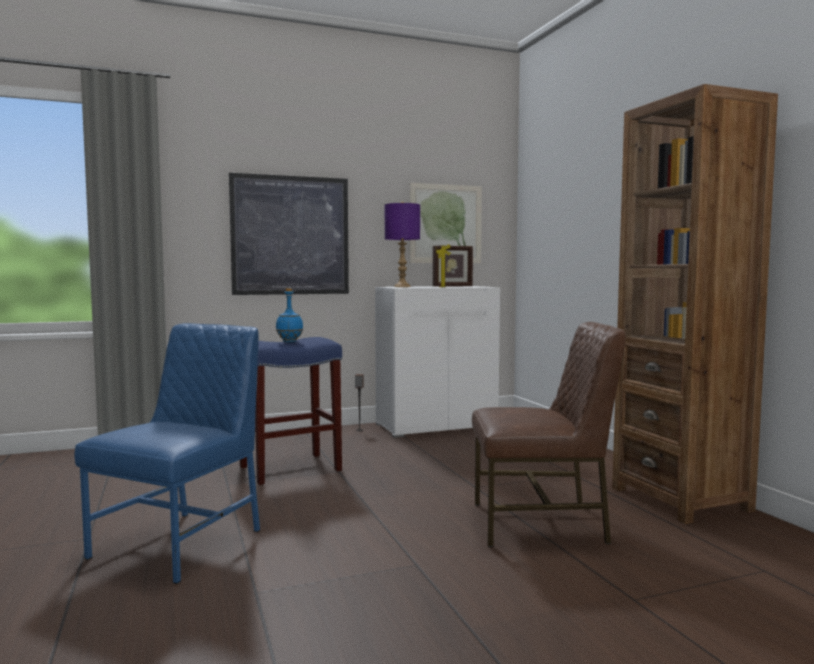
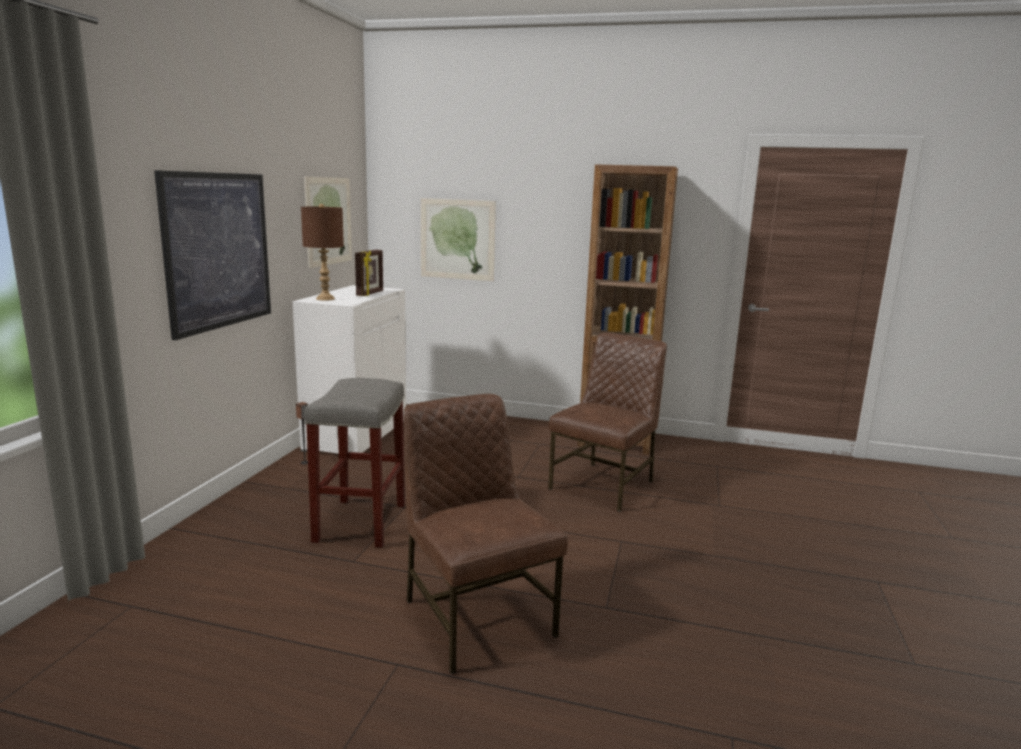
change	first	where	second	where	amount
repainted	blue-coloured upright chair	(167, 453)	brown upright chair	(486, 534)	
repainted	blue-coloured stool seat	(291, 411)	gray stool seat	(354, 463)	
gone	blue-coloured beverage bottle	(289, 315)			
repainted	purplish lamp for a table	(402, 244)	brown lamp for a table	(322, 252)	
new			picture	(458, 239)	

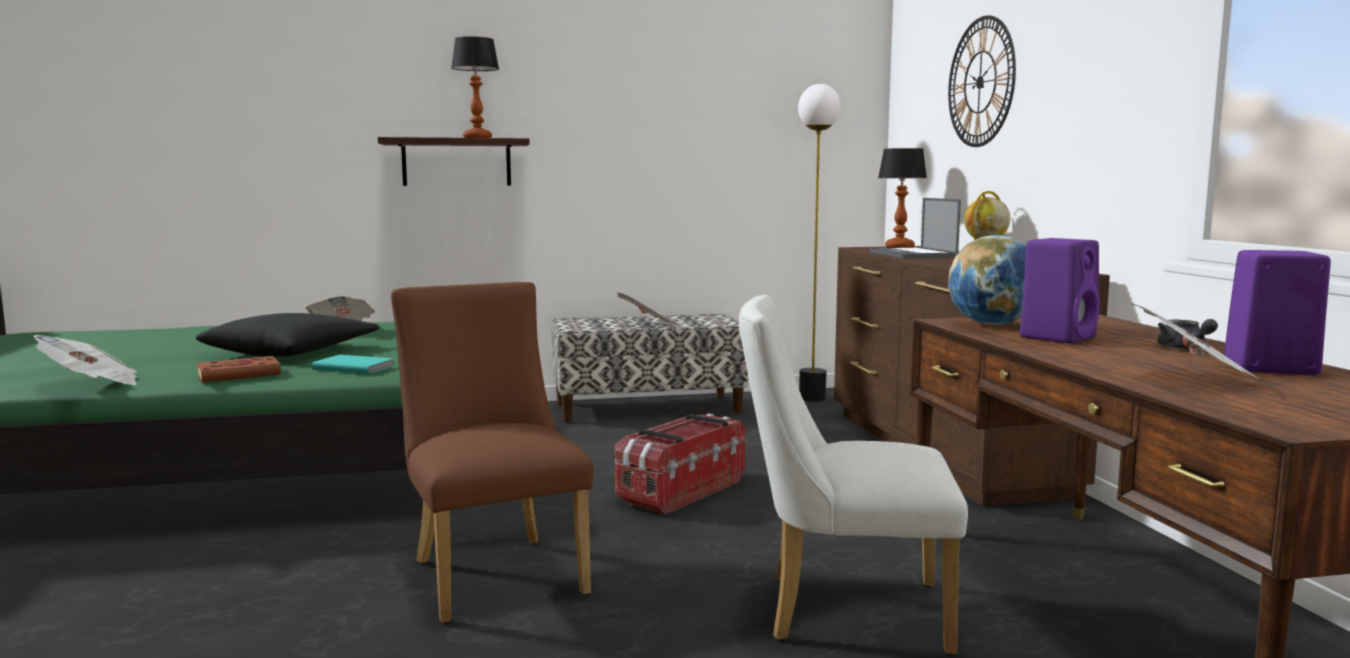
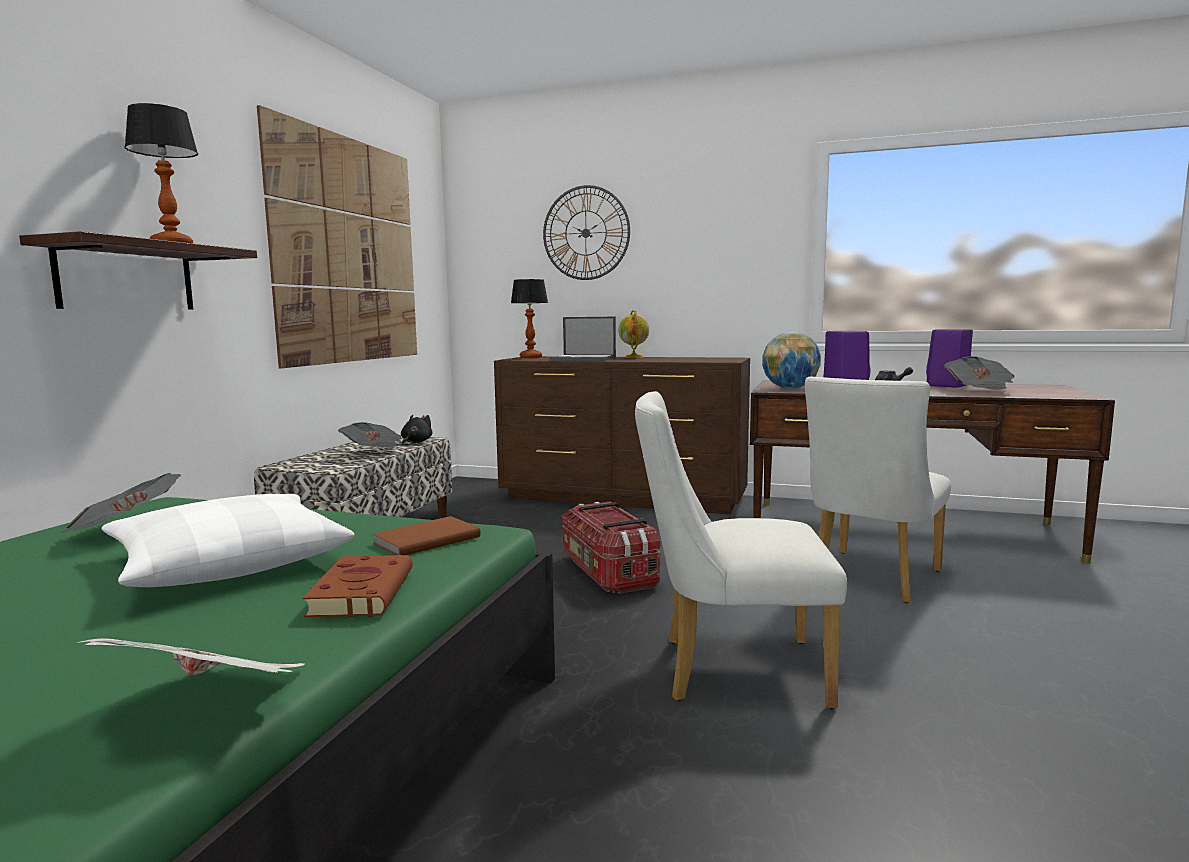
change	first	where	second	where	amount
repainted	black pillow	(288, 335)	whitish pillow	(228, 540)	
repainted	turquoise volume	(353, 364)	brown volume	(426, 535)	
repainted	brown upright chair	(492, 452)	whitish upright chair	(741, 550)	
gone	floor lamp	(819, 243)			
new			picture	(337, 236)	
new			black soft toy	(417, 429)	

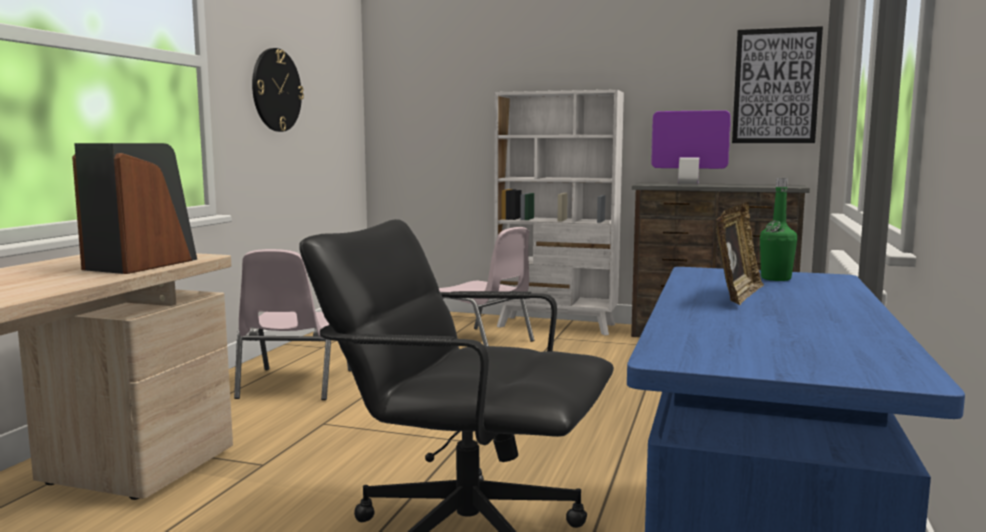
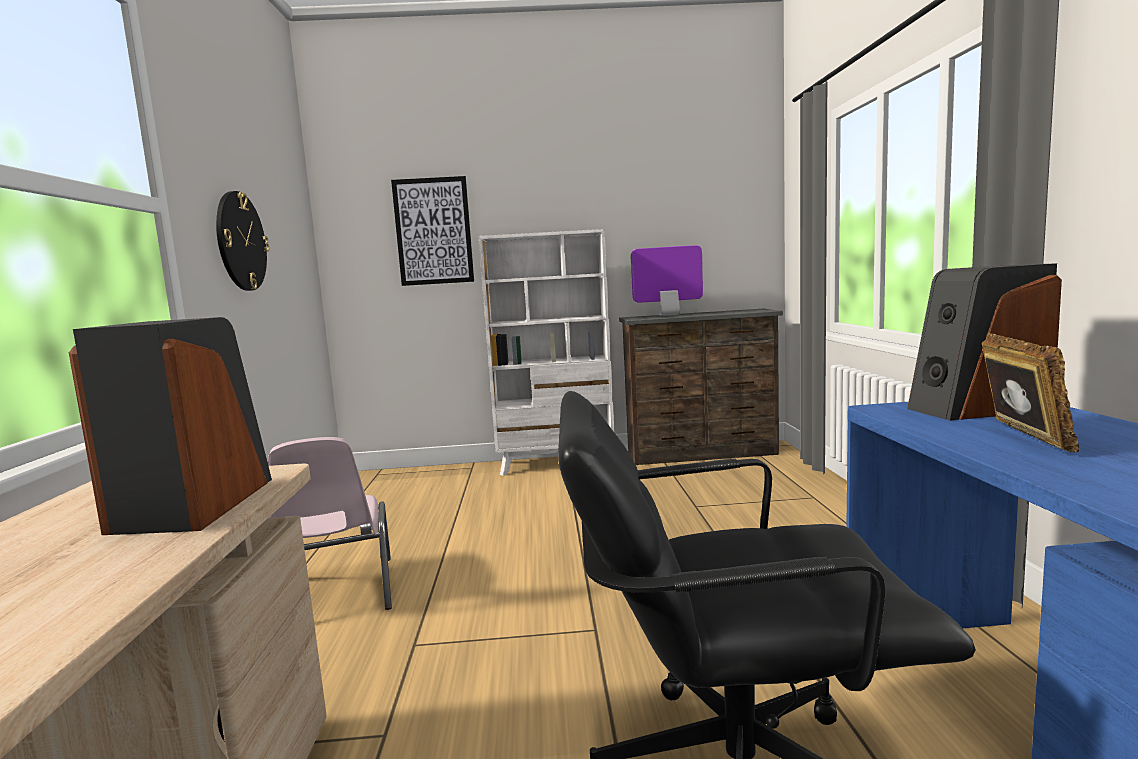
change	first	where	second	where	amount
gone	pink upright chair	(486, 286)			
shifted	picture	(777, 84)		(432, 231)	
swapped	green beverage bottle	(778, 229)	audio speaker	(984, 342)	

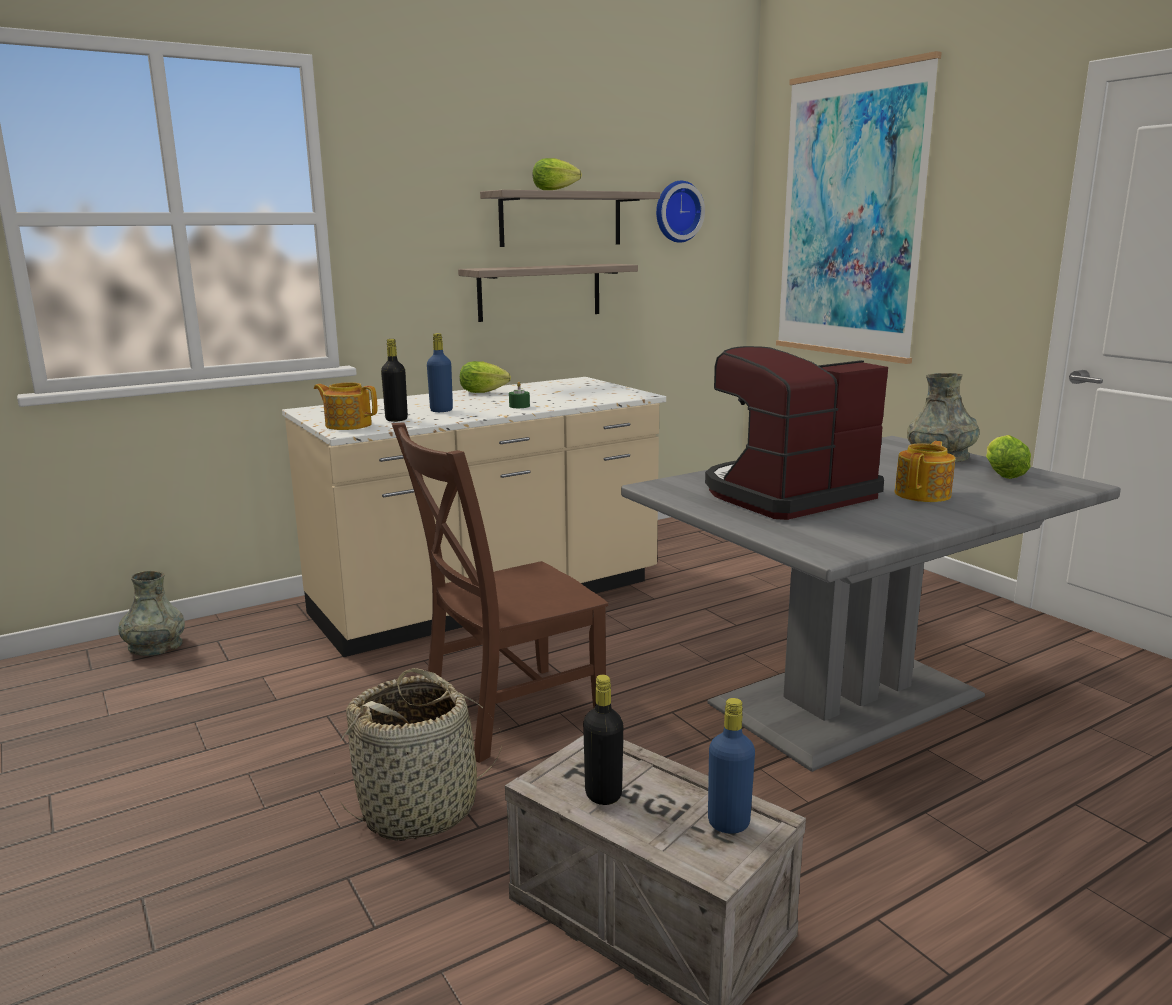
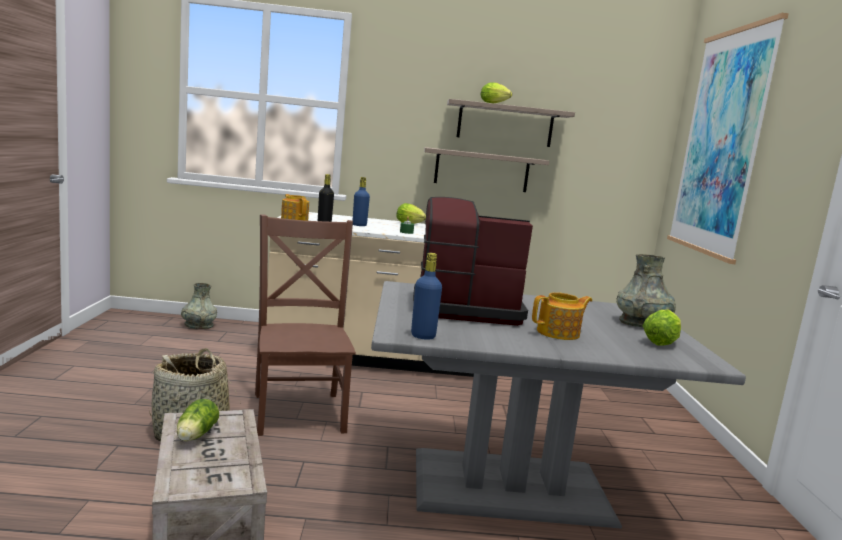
change	first	where	second	where	amount
rotated	brown upright chair	(500, 592)		(305, 325)	75 degrees clockwise
swapped	black beverage bottle	(603, 740)	lettuce head	(198, 420)	
gone	wall clock	(680, 212)			
shifted	blue-coloured beverage bottle	(731, 766)		(426, 296)	

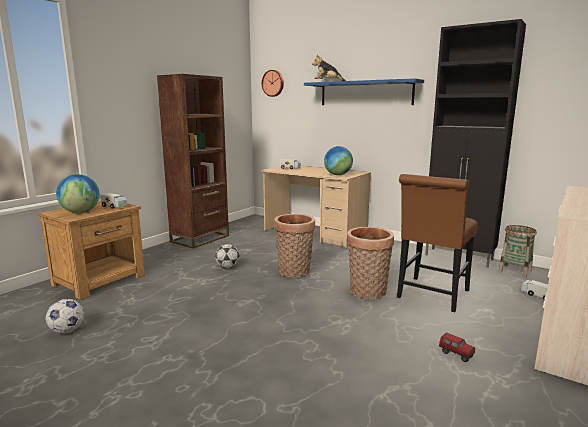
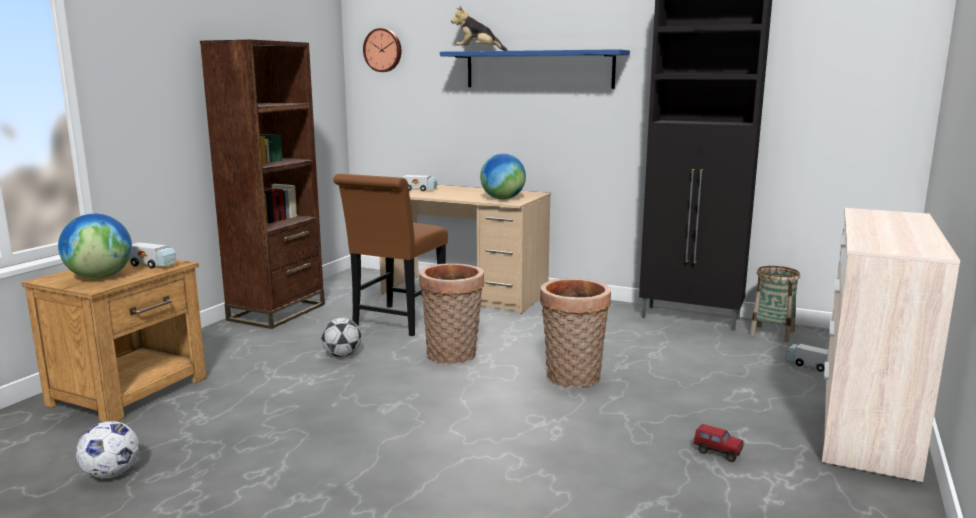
change	first	where	second	where	amount
shifted	brown upright chair	(437, 243)		(390, 255)	

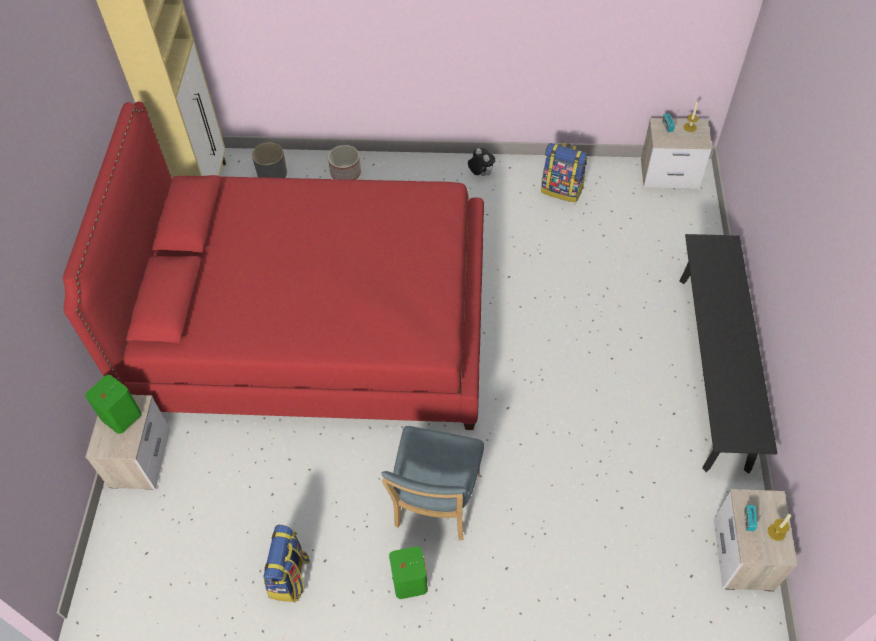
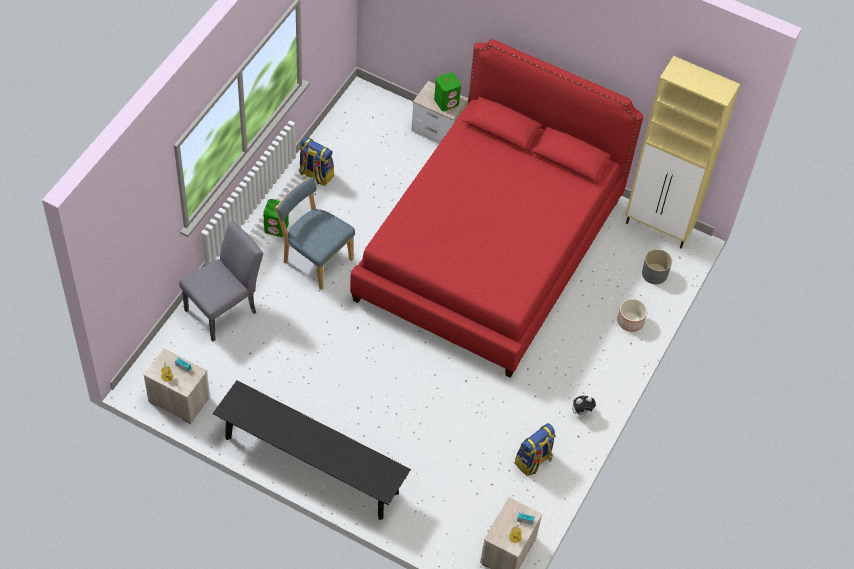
change	first	where	second	where	amount
new			gray upright chair	(221, 281)	

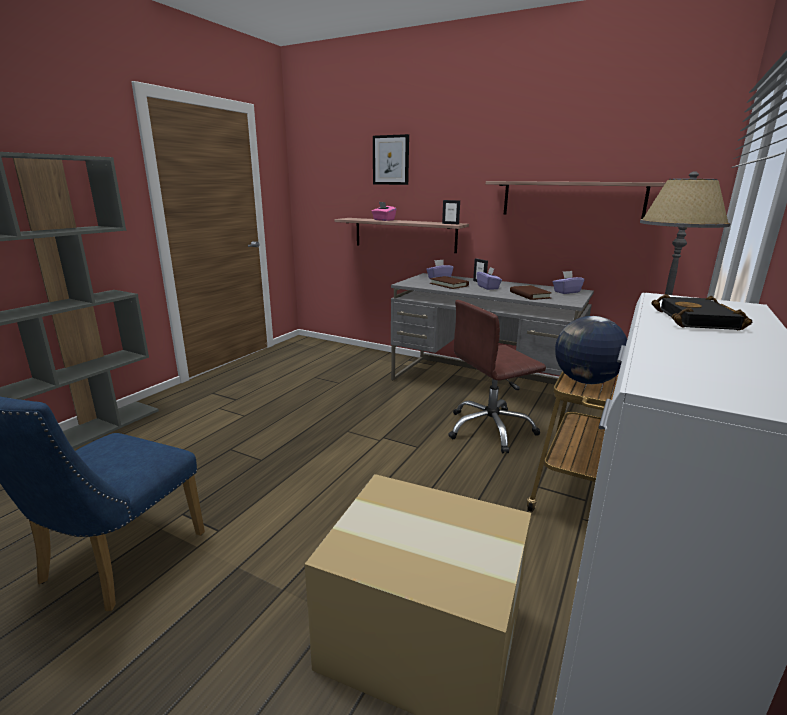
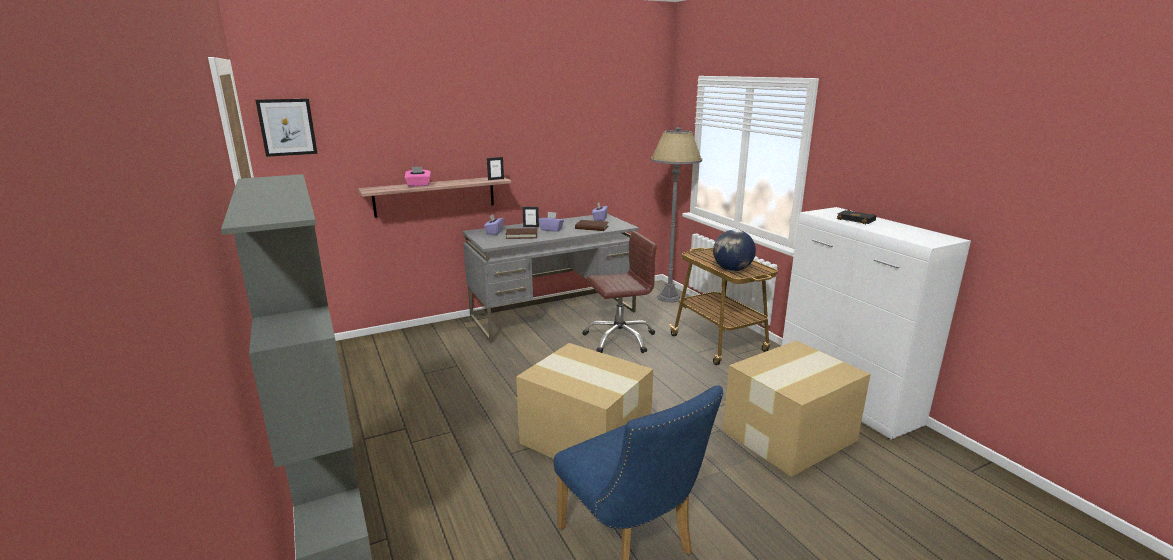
change	first	where	second	where	amount
shifted	picture	(391, 159)		(287, 128)	
rotated	brown desk chair	(497, 377)		(619, 292)	120 degrees counterclockwise
gone	bracket shelf	(576, 200)			
new			packing box	(584, 401)	

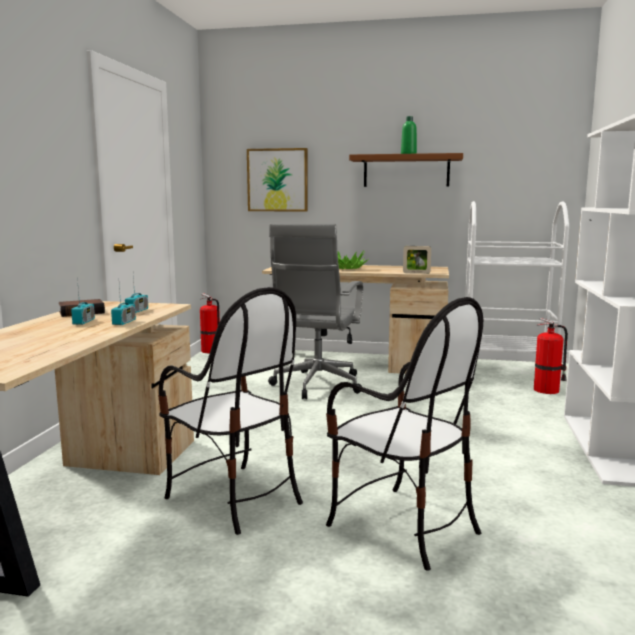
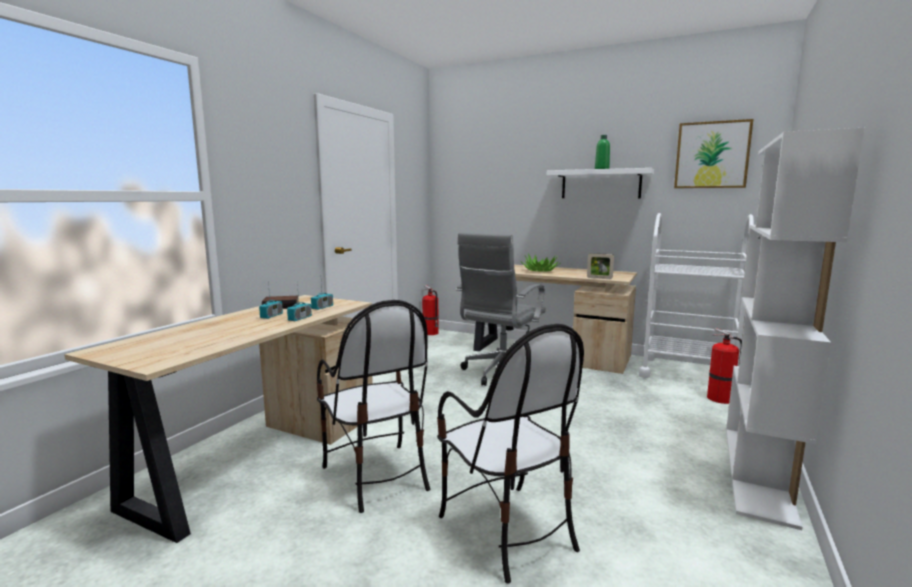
change	first	where	second	where	amount
shifted	picture	(277, 180)		(713, 153)	
repainted	brown bracket shelf	(406, 170)	whitish bracket shelf	(600, 183)	

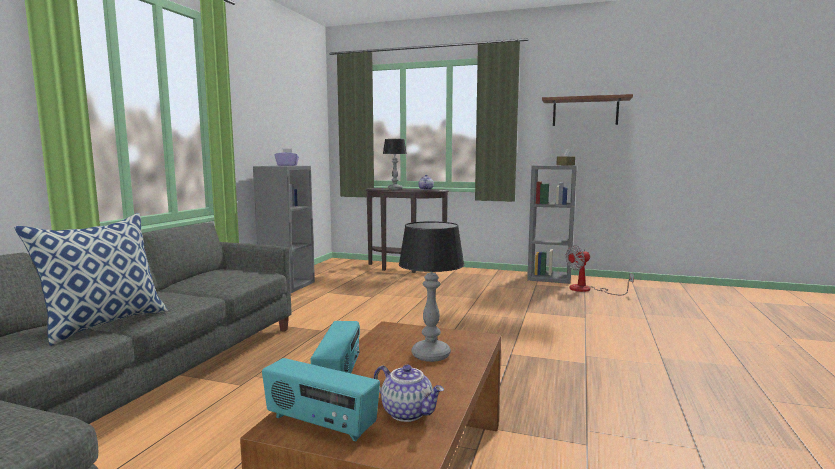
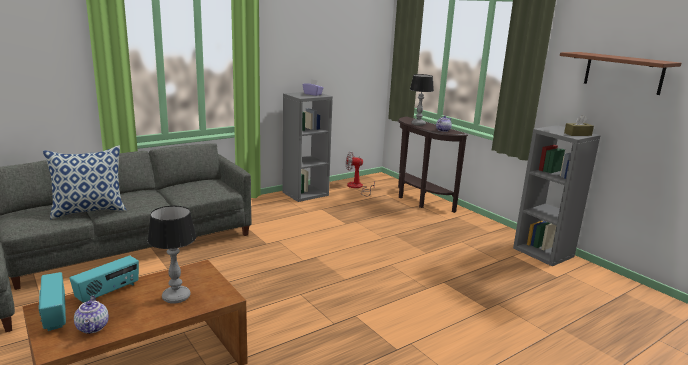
change	first	where	second	where	amount
shifted	cooling fan	(599, 270)		(360, 174)	

